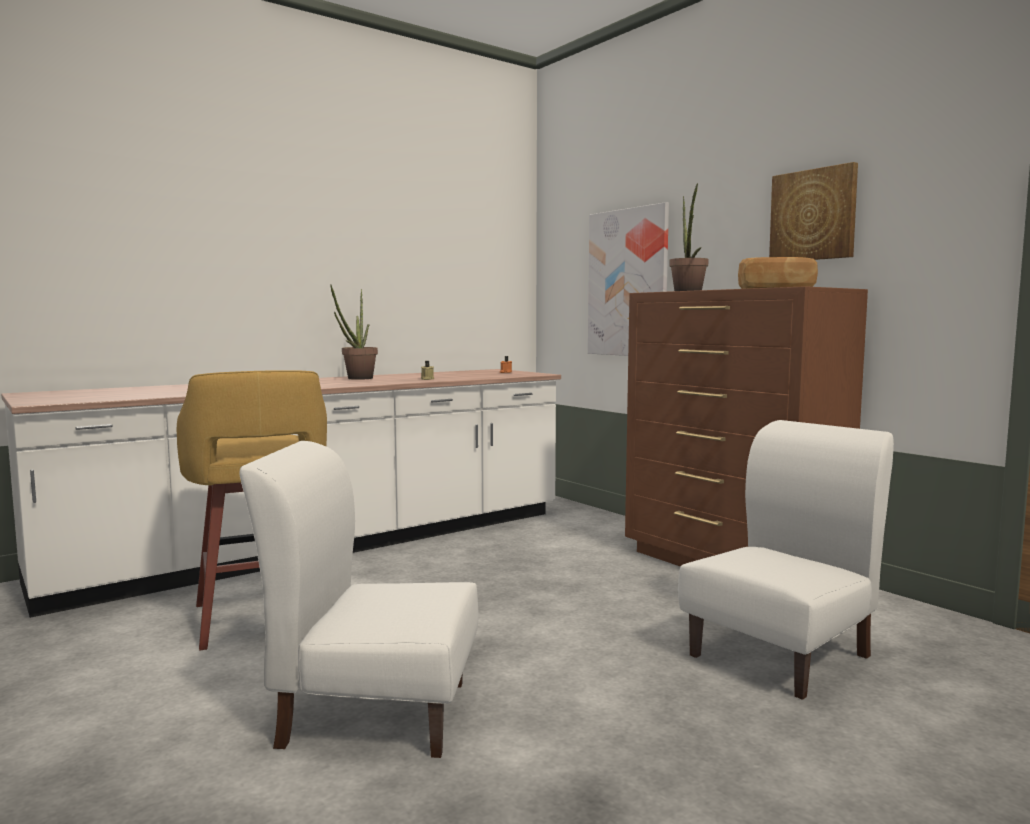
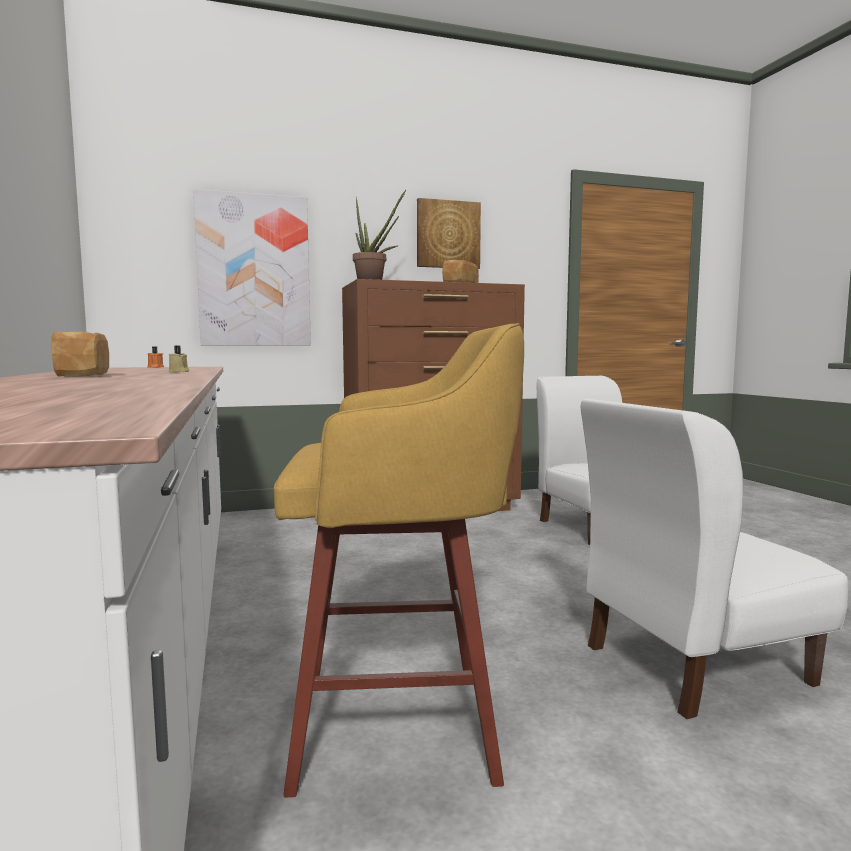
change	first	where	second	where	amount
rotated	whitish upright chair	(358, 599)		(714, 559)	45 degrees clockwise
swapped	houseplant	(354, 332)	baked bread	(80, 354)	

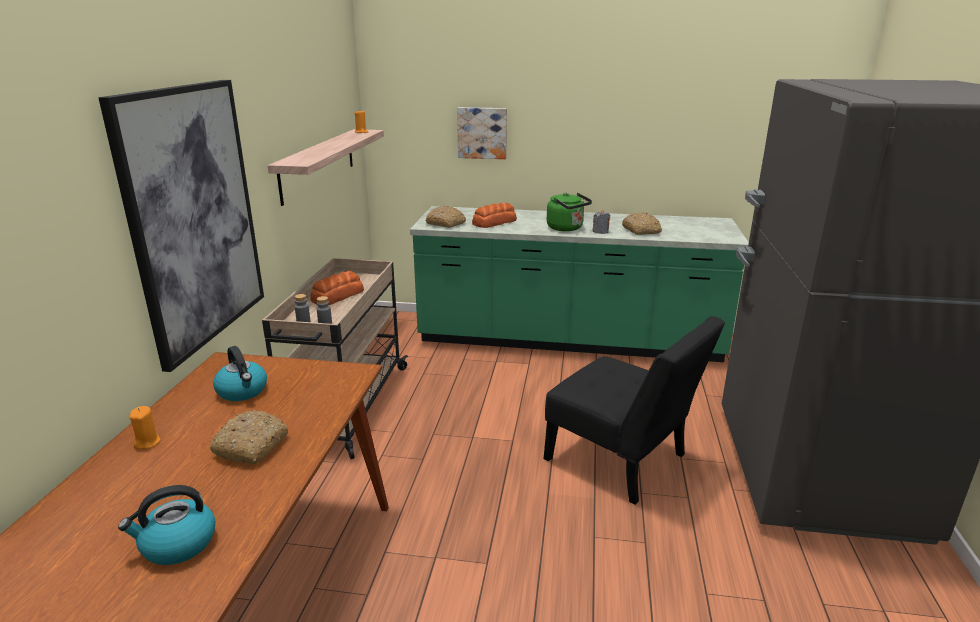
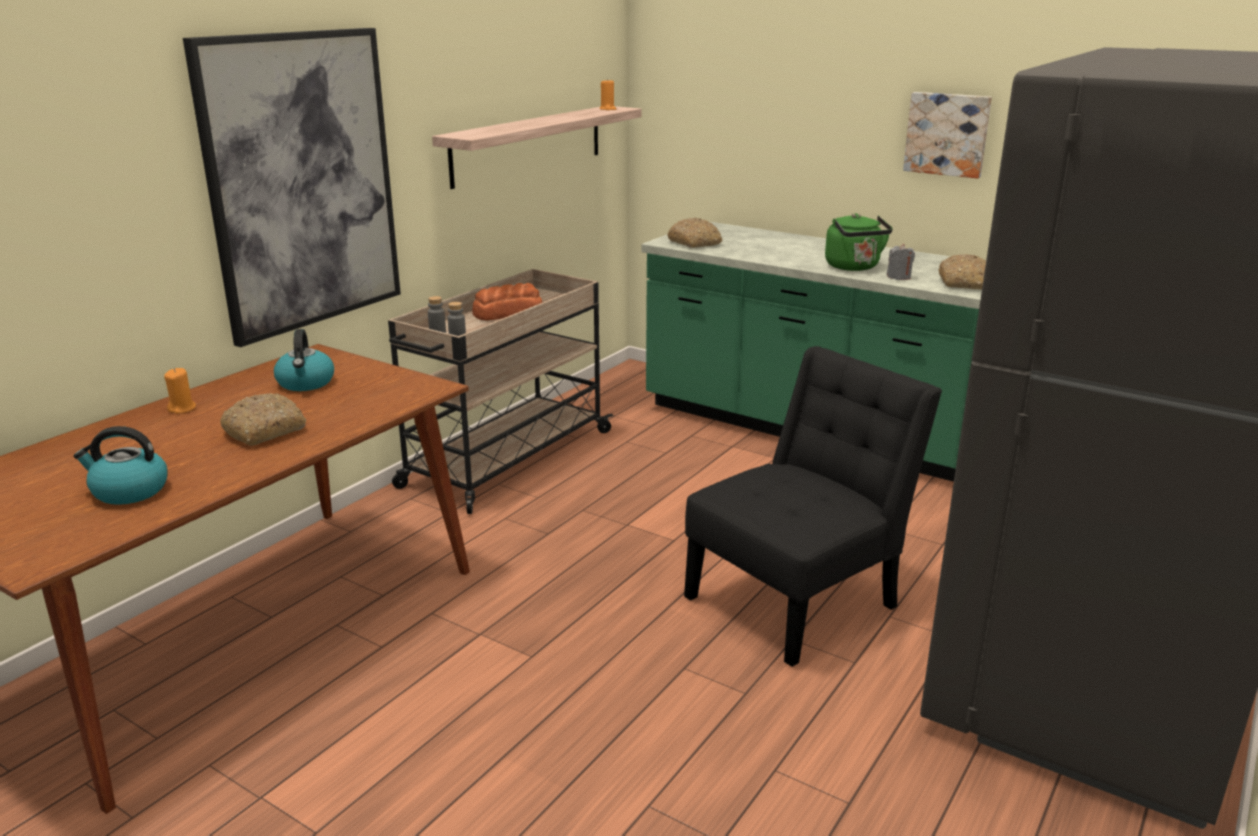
change	first	where	second	where	amount
shifted	picture	(482, 133)		(947, 135)	
gone	baked bread	(494, 215)			
rotated	black upright chair	(634, 410)		(813, 506)	105 degrees counterclockwise

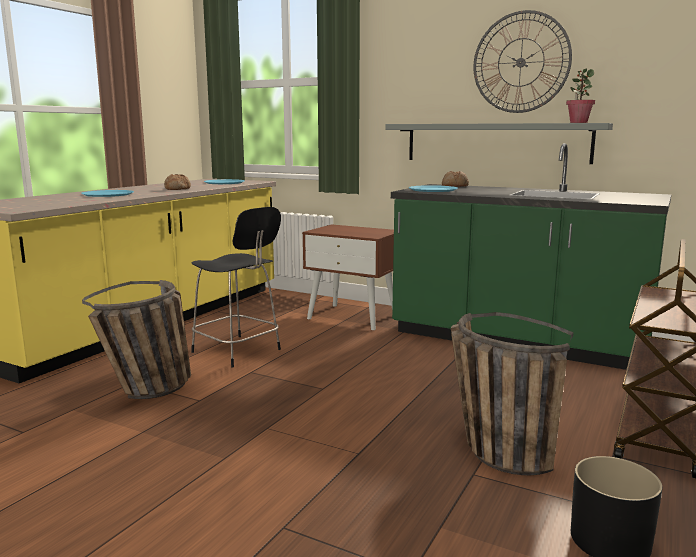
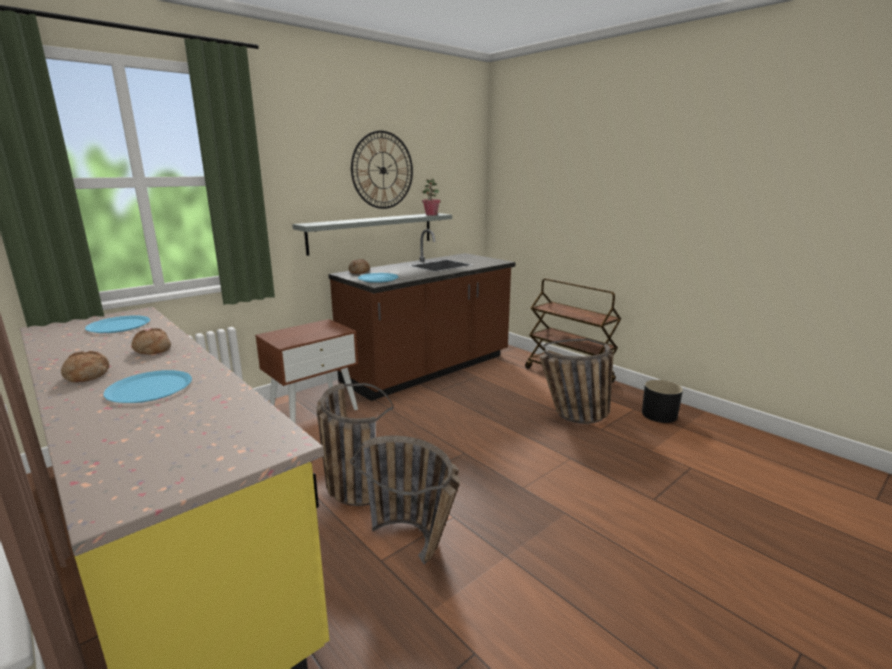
change	first	where	second	where	amount
swapped	black upright chair	(236, 287)	storage basket	(354, 444)	
repainted	green counter	(531, 256)	brown counter	(422, 315)	
new			baked bread	(85, 366)	

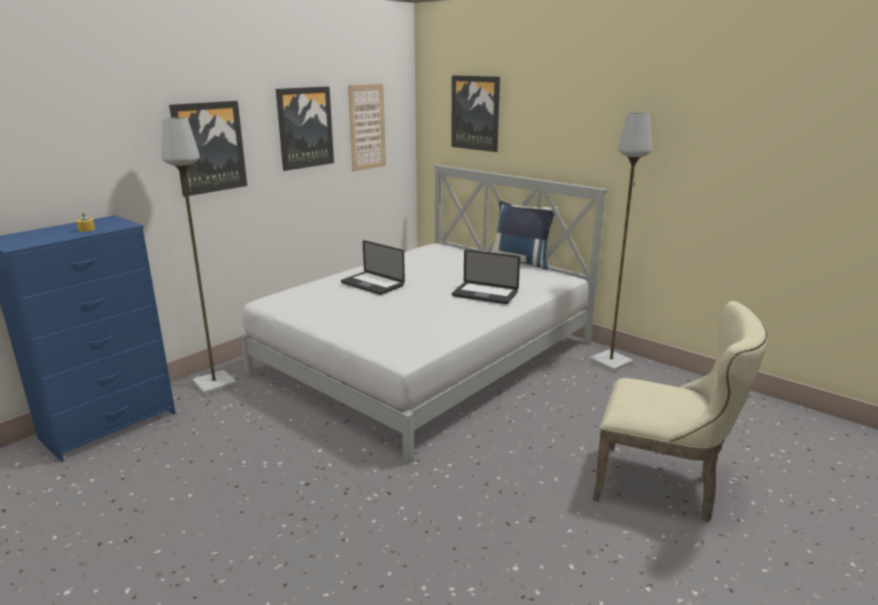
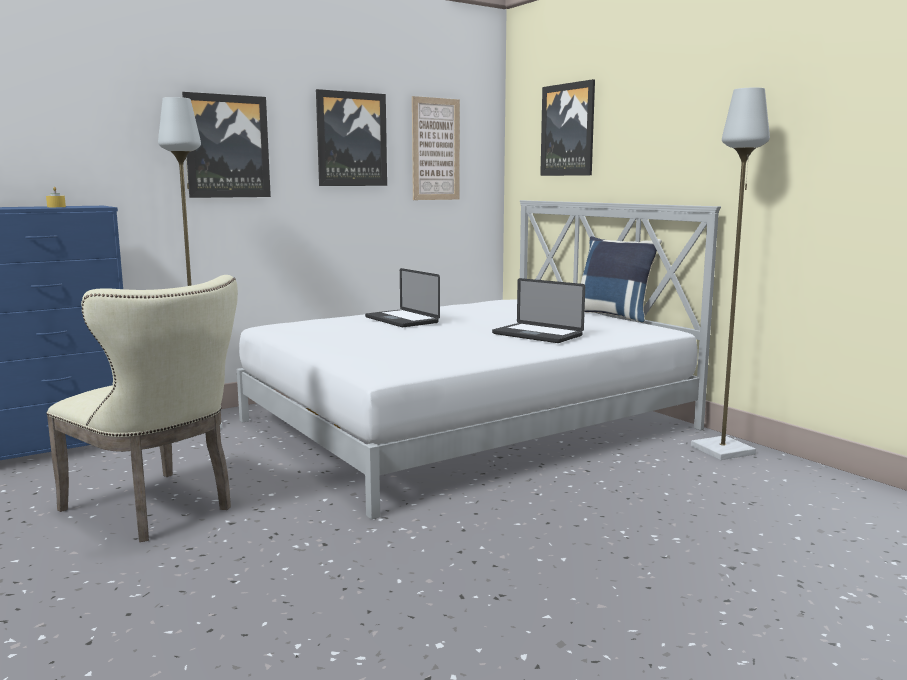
change	first	where	second	where	amount
shifted	beige upright chair	(680, 411)		(142, 408)	

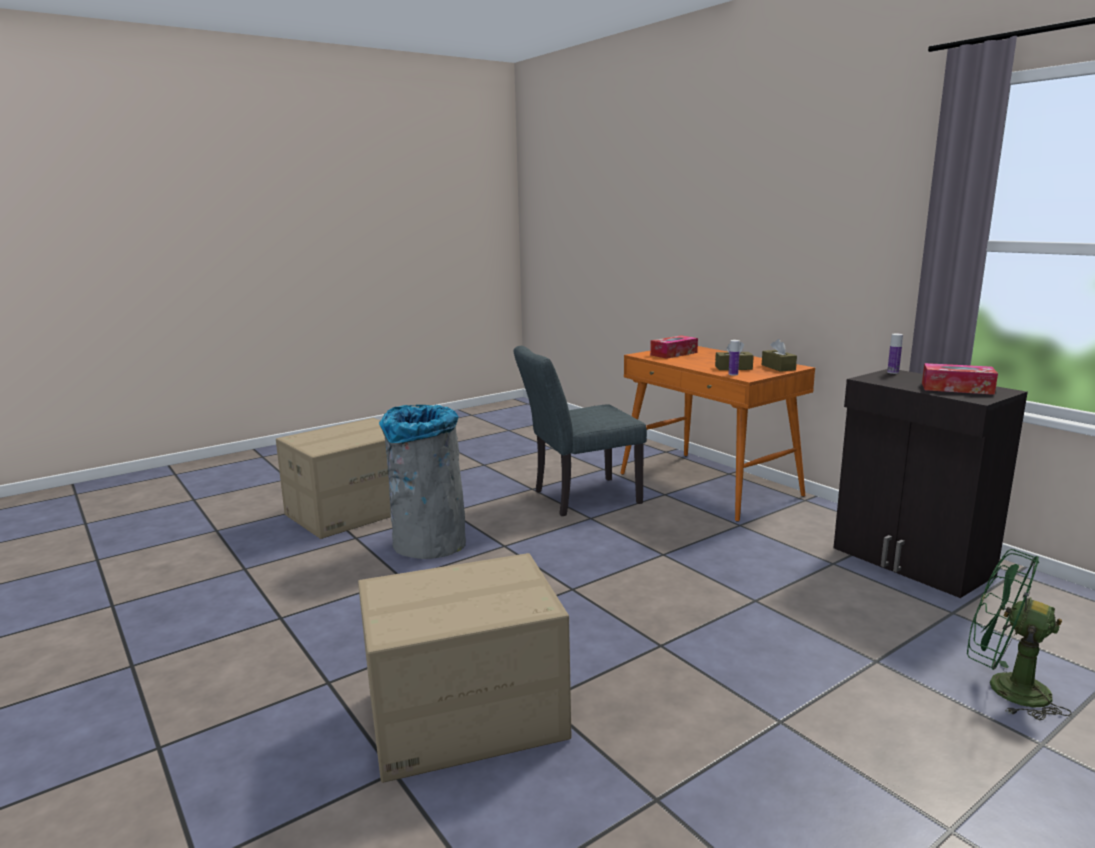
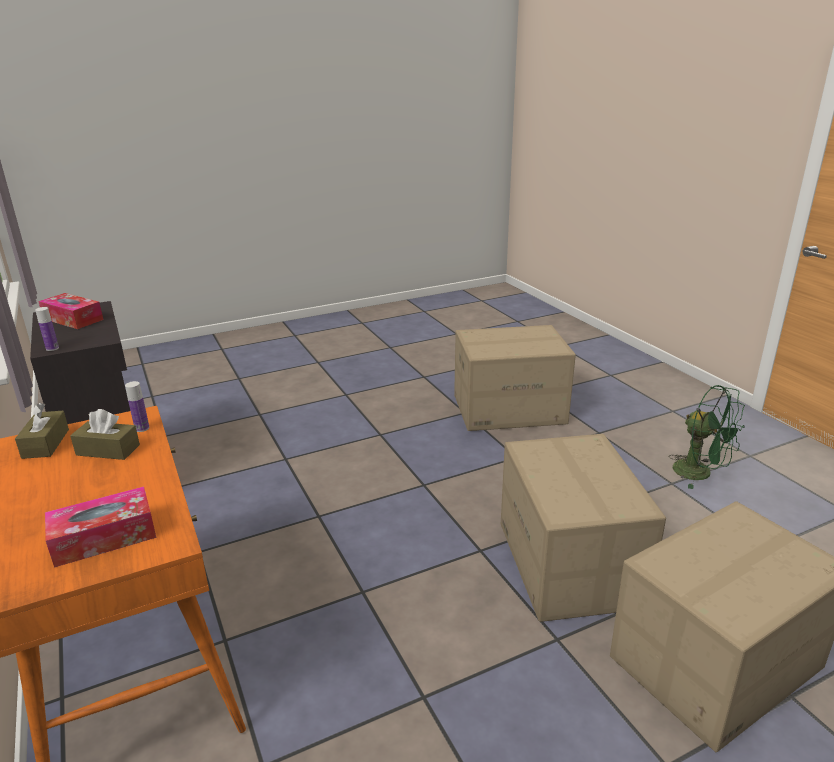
change	first	where	second	where	amount
swapped	gray trash can	(422, 482)	packing box	(583, 528)	
gone	gray upright chair	(580, 431)			
shifted	green cooling fan	(1019, 634)		(706, 437)	

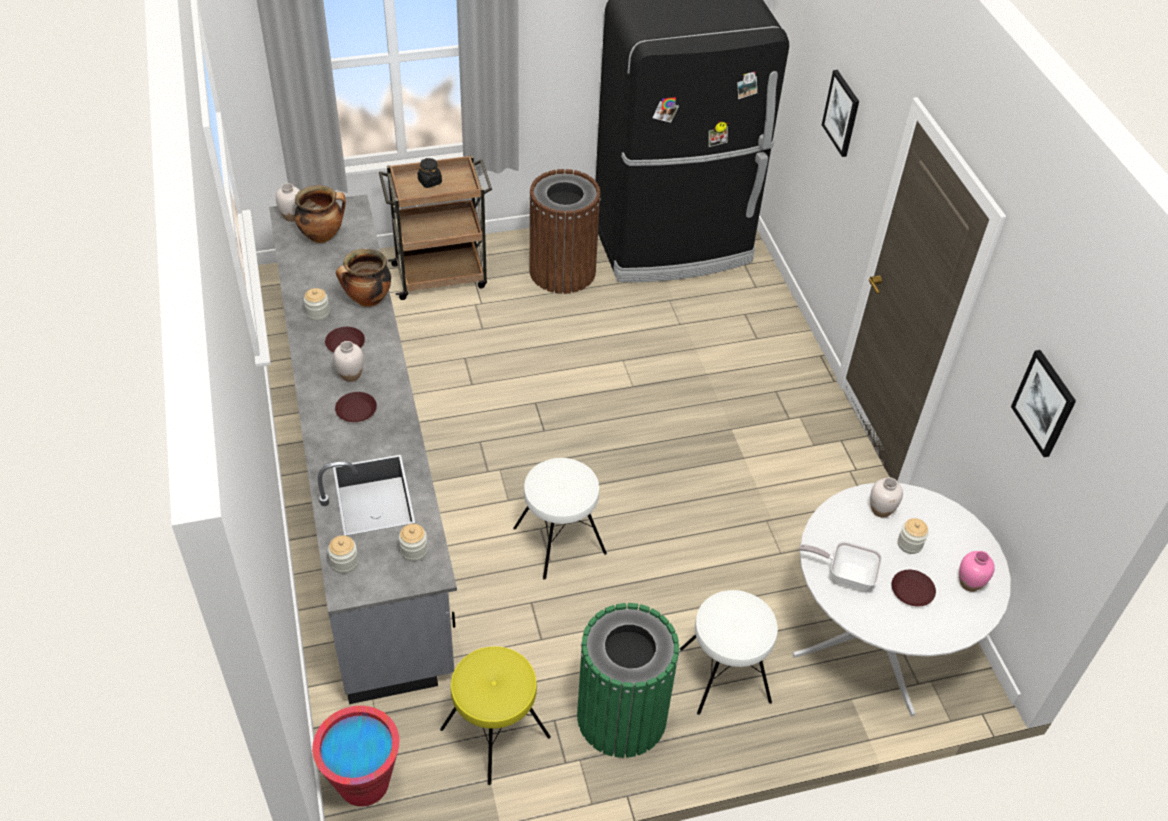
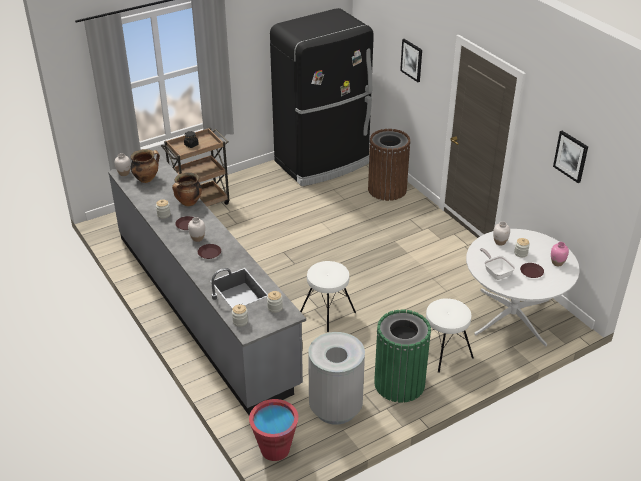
change	first	where	second	where	amount
swapped	yellow-coloured stool seat	(495, 715)	gray trash can	(336, 378)	
shifted	brown trash can	(565, 231)		(389, 165)	
rotated	frying pan	(841, 565)		(498, 264)	60 degrees clockwise

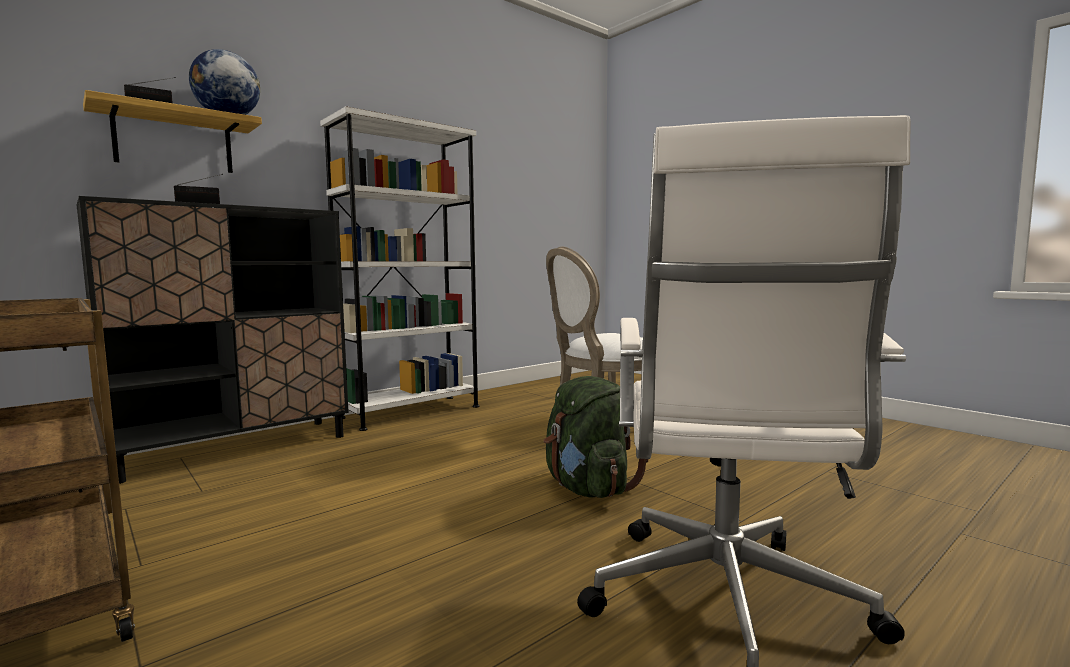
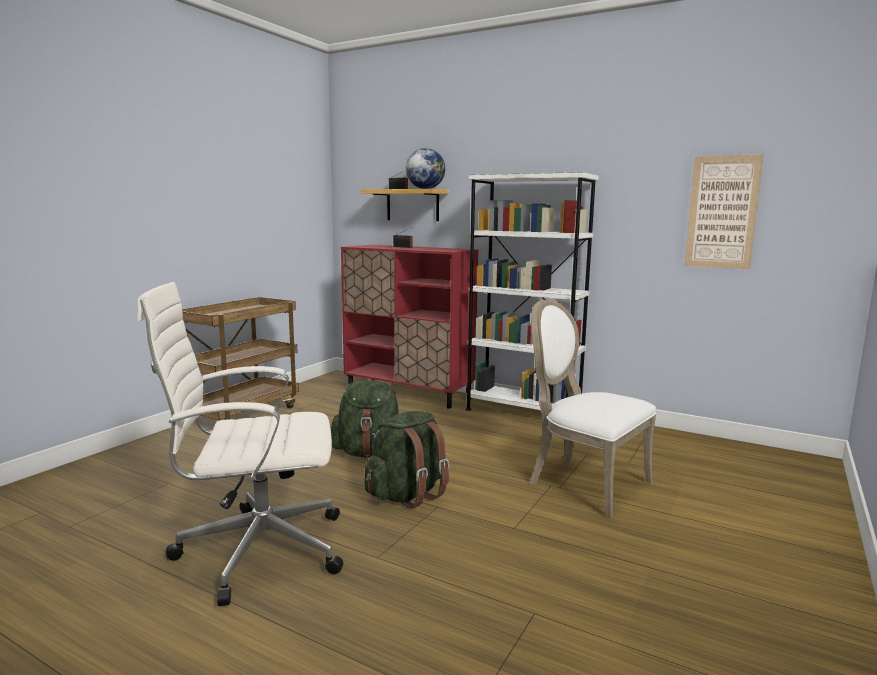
change	first	where	second	where	amount
repainted	black cabinet	(213, 340)	red-coloured cabinet	(409, 327)	
new			green backpack	(365, 419)	
new			picture	(724, 211)	

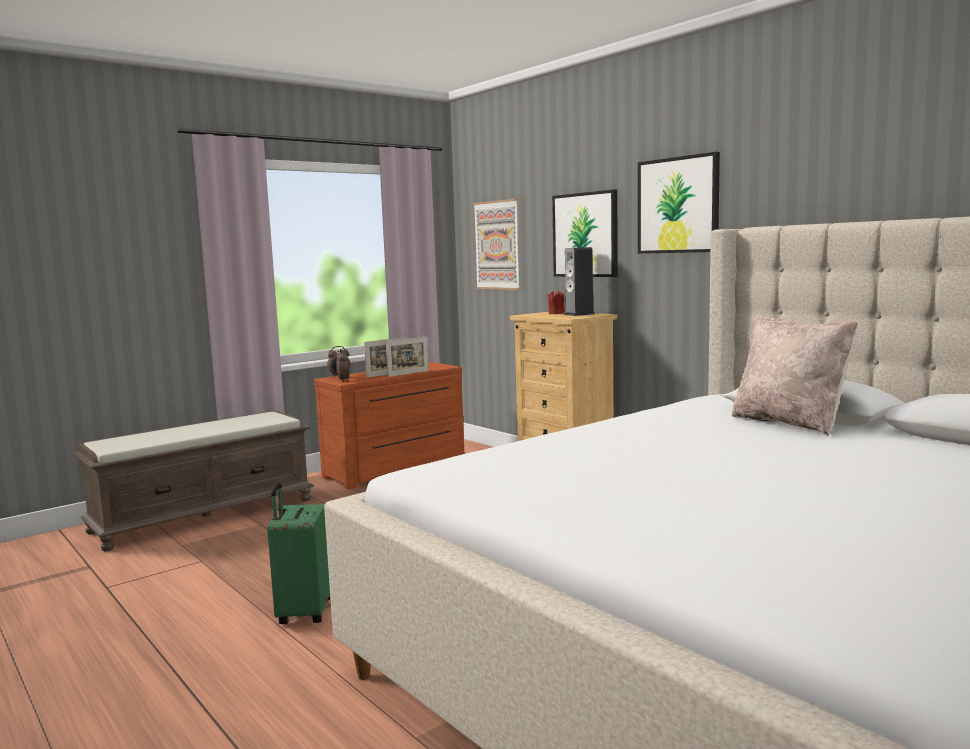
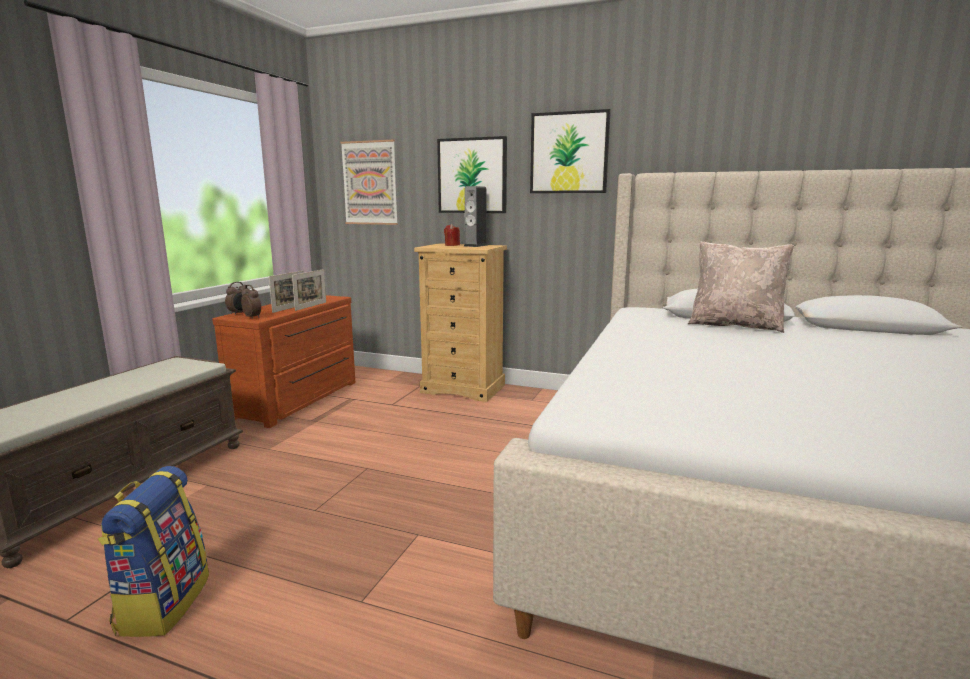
change	first	where	second	where	amount
gone	green suitcase	(298, 553)			
new			backpack	(153, 551)	

